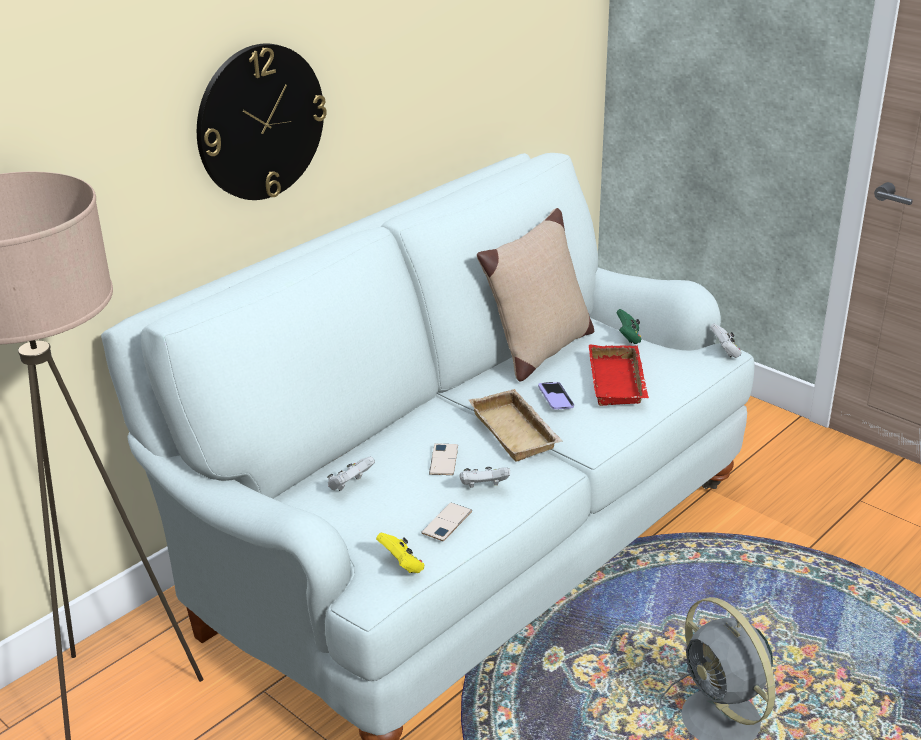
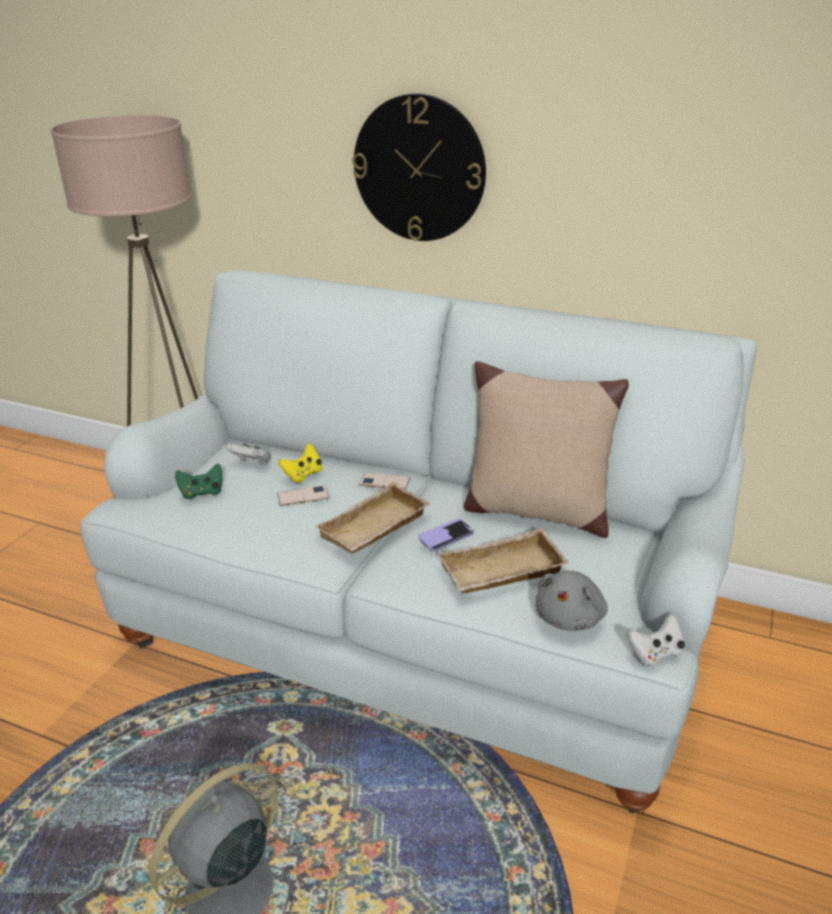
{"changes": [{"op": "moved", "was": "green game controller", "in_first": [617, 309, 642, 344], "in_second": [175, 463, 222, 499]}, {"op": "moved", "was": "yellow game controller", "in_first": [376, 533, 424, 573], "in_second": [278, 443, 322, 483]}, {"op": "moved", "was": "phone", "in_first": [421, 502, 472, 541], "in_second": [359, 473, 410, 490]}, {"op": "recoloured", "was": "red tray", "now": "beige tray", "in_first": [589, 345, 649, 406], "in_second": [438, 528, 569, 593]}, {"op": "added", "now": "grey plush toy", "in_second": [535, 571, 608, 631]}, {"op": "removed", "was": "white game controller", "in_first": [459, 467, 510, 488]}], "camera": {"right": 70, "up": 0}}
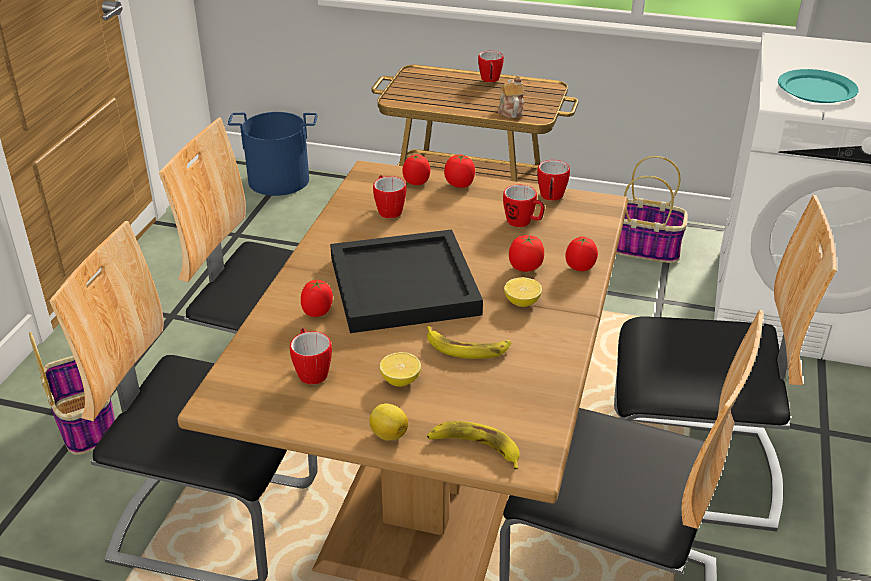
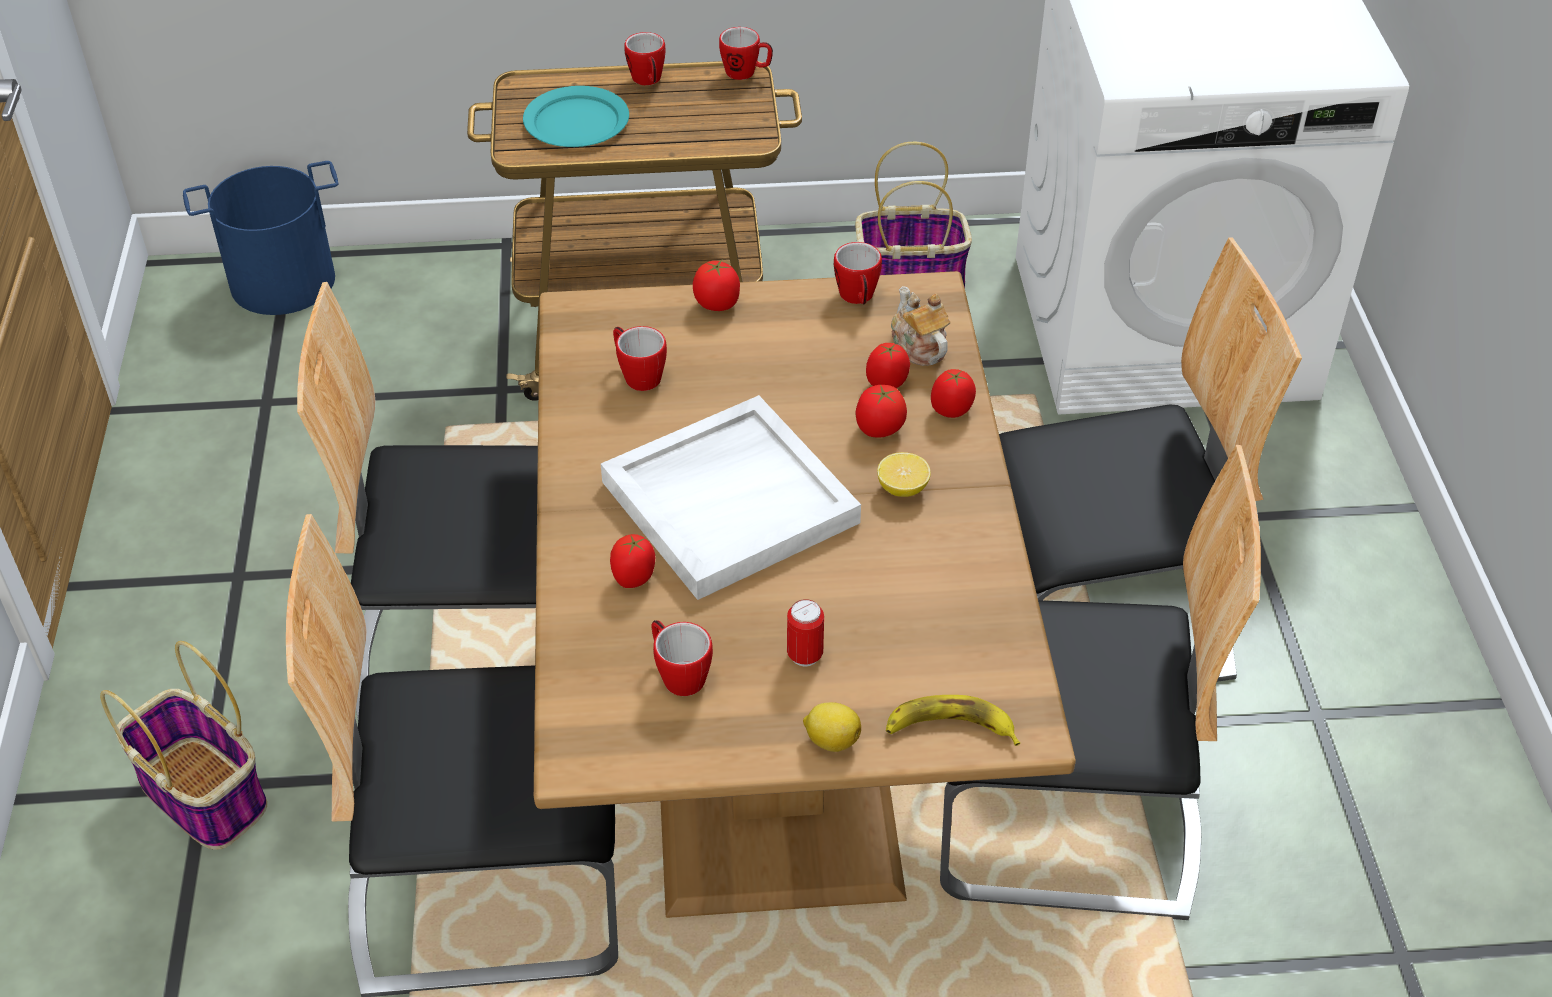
{"changes": [{"op": "moved", "was": "turquoise plate", "in_first": [778, 69, 859, 103], "in_second": [523, 86, 629, 147]}, {"op": "recoloured", "was": "black tray", "now": "white tray", "in_first": [330, 229, 483, 333], "in_second": [601, 395, 861, 600]}, {"op": "moved", "was": "mug", "in_first": [503, 184, 545, 227], "in_second": [719, 27, 773, 80]}, {"op": "replaced", "was": "lemon", "now": "can", "in_first": [380, 352, 421, 387], "in_second": [787, 599, 824, 666]}, {"op": "moved", "was": "tomato", "in_first": [402, 154, 430, 185], "in_second": [866, 343, 910, 388]}, {"op": "moved", "was": "teapot", "in_first": [498, 76, 525, 118], "in_second": [891, 286, 950, 366]}, {"op": "removed", "was": "banana", "in_first": [427, 326, 511, 359]}], "camera": {"right": -20, "up": 10}}
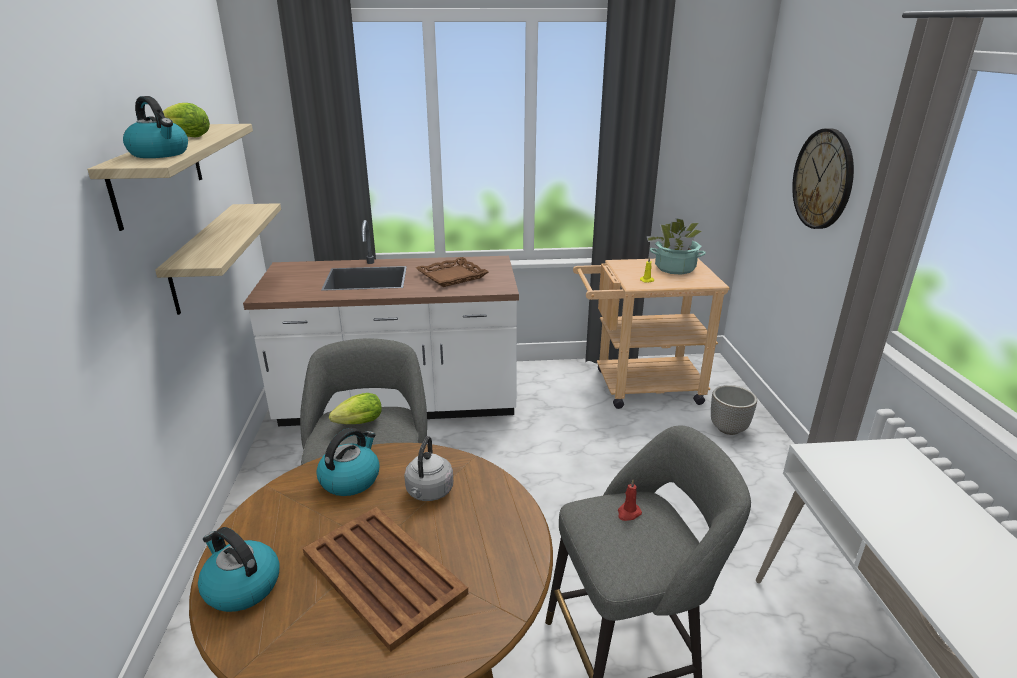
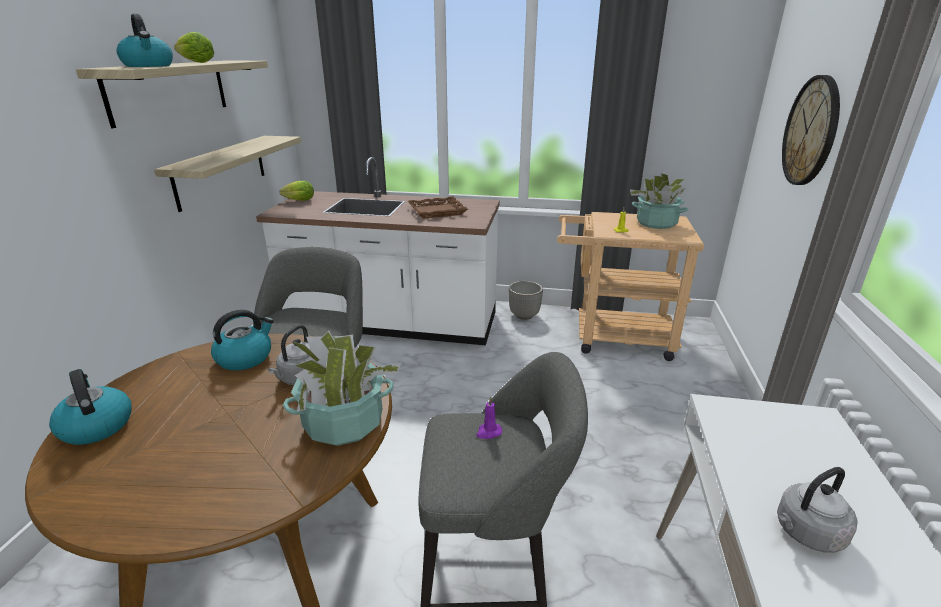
{"changes": [{"op": "moved", "was": "lettuce", "in_first": [329, 393, 382, 424], "in_second": [280, 181, 314, 201]}, {"op": "added", "now": "potted plant", "in_second": [283, 330, 401, 446]}, {"op": "recoloured", "was": "red candle", "now": "purple candle", "in_first": [618, 480, 642, 521], "in_second": [476, 397, 502, 439]}, {"op": "moved", "was": "planter", "in_first": [711, 385, 757, 435], "in_second": [509, 281, 543, 320]}, {"op": "added", "now": "grey kettle", "in_second": [777, 467, 857, 553]}, {"op": "removed", "was": "brown tray", "in_first": [303, 507, 468, 652]}], "camera": {"right": 15, "up": 0}}
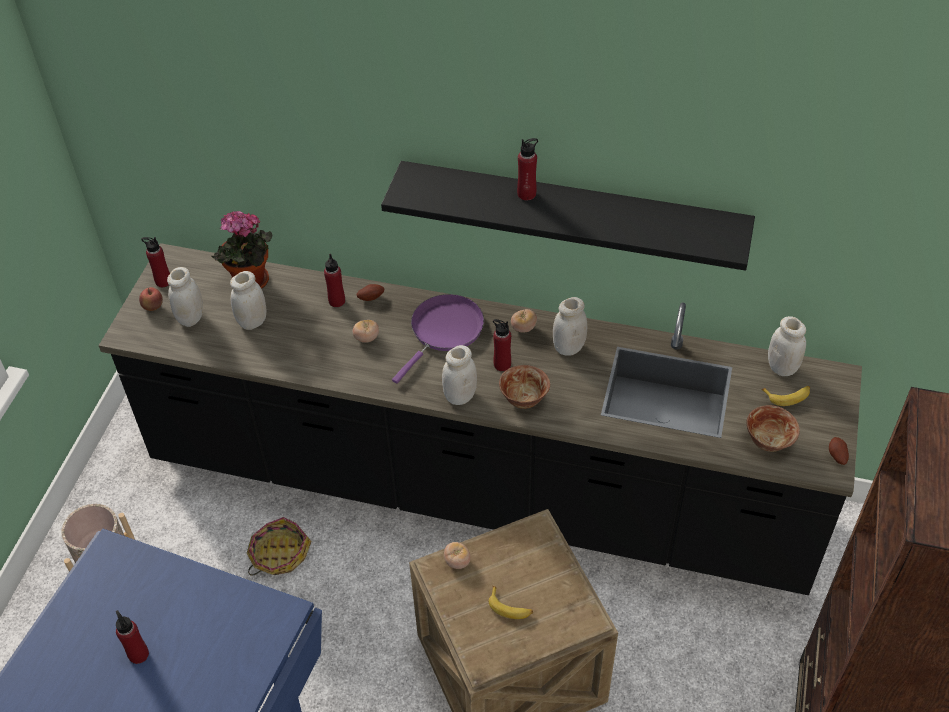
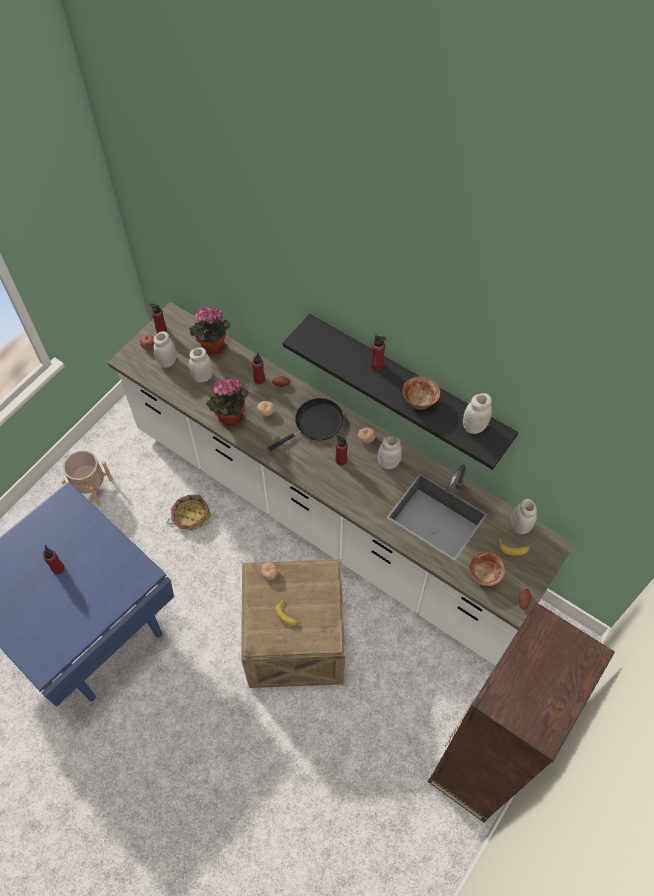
{"changes": [{"op": "recoloured", "was": "black counter", "now": "white counter", "in_first": [98, 243, 862, 595], "in_second": [107, 302, 575, 666]}, {"op": "added", "now": "potted plant", "in_second": [206, 379, 249, 428]}, {"op": "recoloured", "was": "purple frying pan", "now": "black frying pan", "in_first": [392, 294, 484, 383], "in_second": [268, 398, 344, 451]}, {"op": "moved", "was": "bowl", "in_first": [499, 365, 550, 409], "in_second": [403, 376, 440, 410]}, {"op": "moved", "was": "white jar", "in_first": [442, 345, 477, 405], "in_second": [463, 393, 492, 434]}], "camera": {"right": 20, "up": 10}}
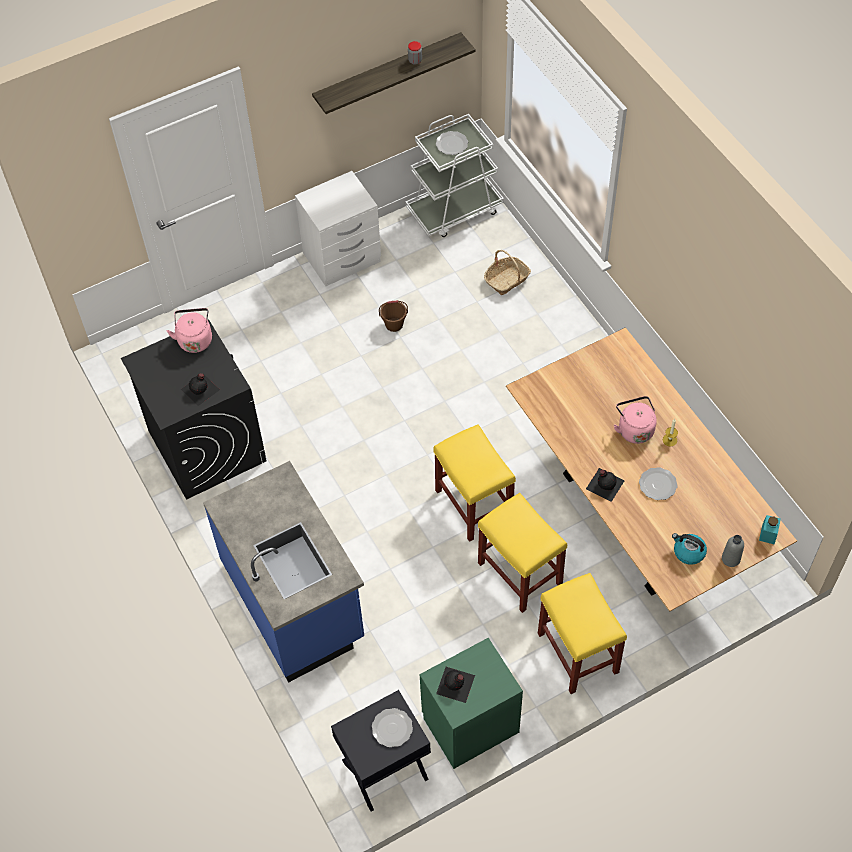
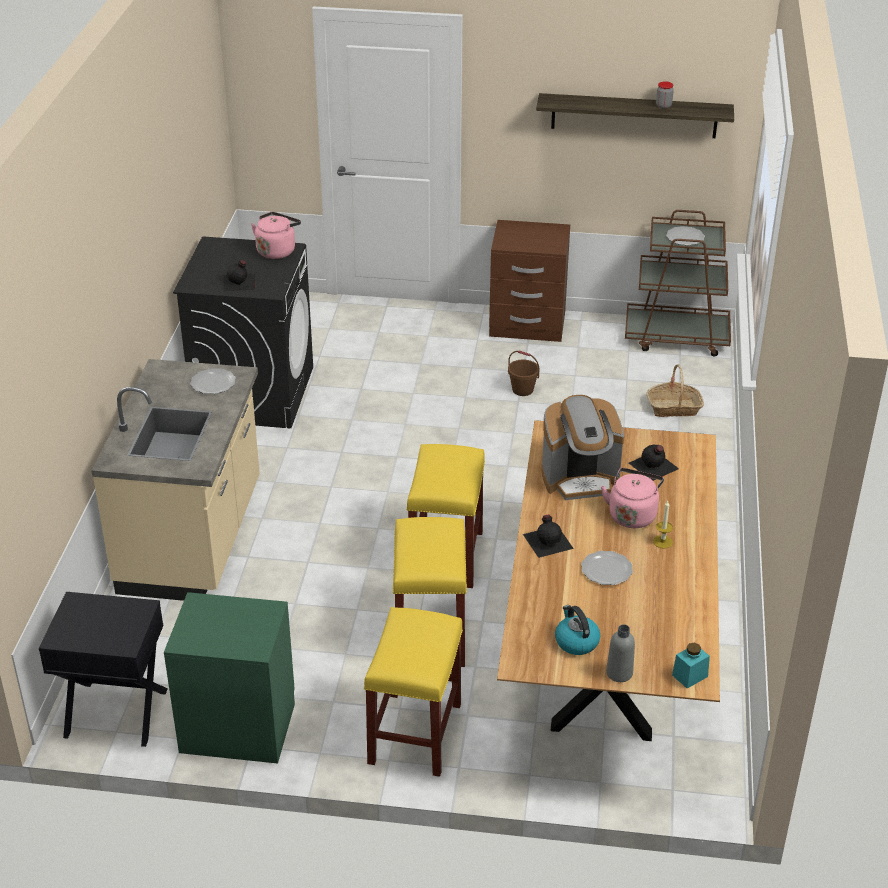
{"changes": [{"op": "recoloured", "was": "blue counter", "now": "beige counter", "in_first": [203, 461, 364, 683], "in_second": [91, 359, 260, 601]}, {"op": "moved", "was": "plate", "in_first": [372, 708, 413, 747], "in_second": [190, 368, 236, 394]}, {"op": "recoloured", "was": "white nightstand", "now": "brown nightstand", "in_first": [295, 171, 381, 286], "in_second": [489, 220, 570, 342]}, {"op": "added", "now": "coffee machine", "in_second": [541, 395, 624, 500]}, {"op": "recoloured", "was": "white cart", "now": "brown cart", "in_first": [405, 114, 504, 237], "in_second": [625, 210, 731, 357]}, {"op": "moved", "was": "black bottle", "in_first": [436, 667, 475, 703], "in_second": [629, 445, 679, 481]}], "camera": {"right": 35, "up": -20}}
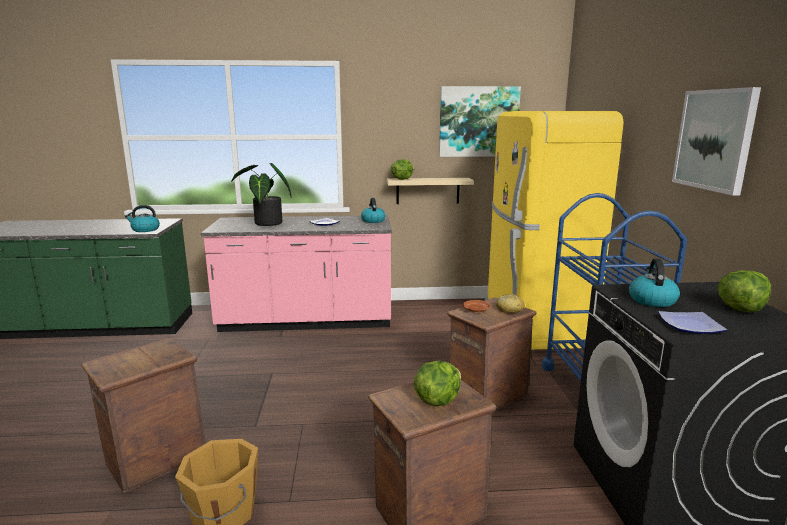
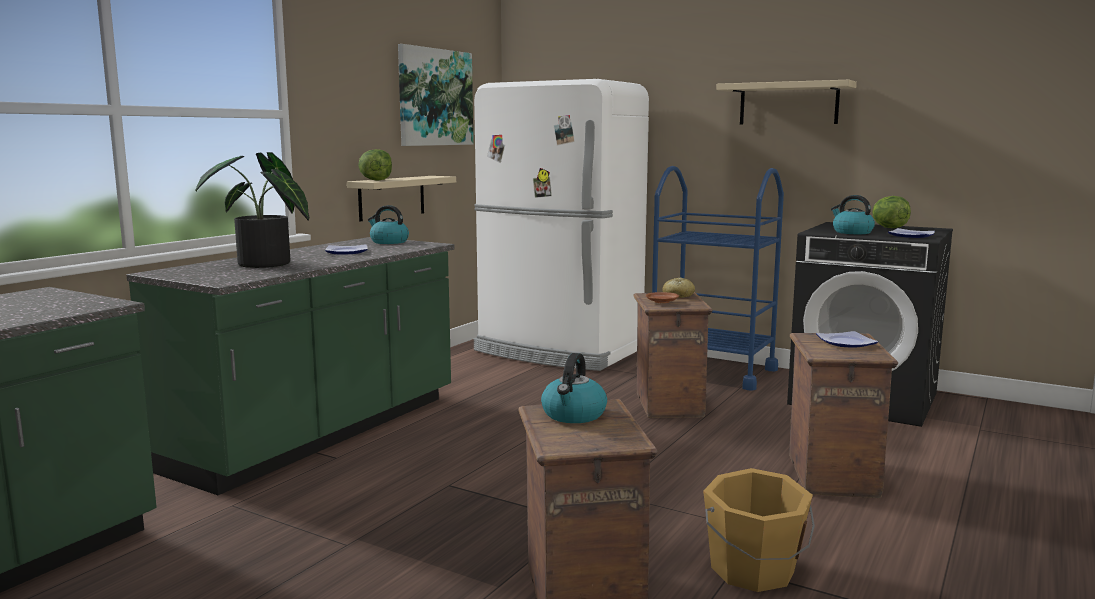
{"changes": [{"op": "recoloured", "was": "pink counter", "now": "green counter", "in_first": [201, 215, 392, 332], "in_second": [126, 237, 455, 495]}, {"op": "recoloured", "was": "yellow fridge", "now": "white fridge", "in_first": [485, 111, 623, 350], "in_second": [473, 79, 649, 371]}, {"op": "moved", "was": "kettle", "in_first": [125, 205, 160, 232], "in_second": [541, 353, 607, 423]}, {"op": "replaced", "was": "picture", "now": "beige shelf", "in_first": [672, 87, 761, 196], "in_second": [716, 80, 857, 124]}, {"op": "replaced", "was": "lettuce", "now": "plate", "in_first": [414, 361, 461, 406], "in_second": [816, 331, 878, 347]}], "camera": {"right": -55, "up": -5}}
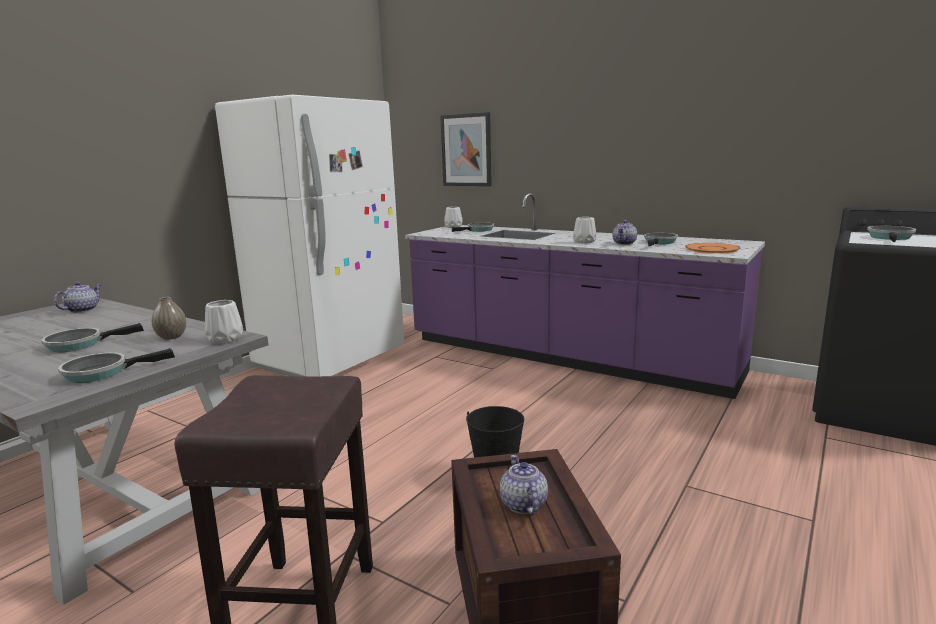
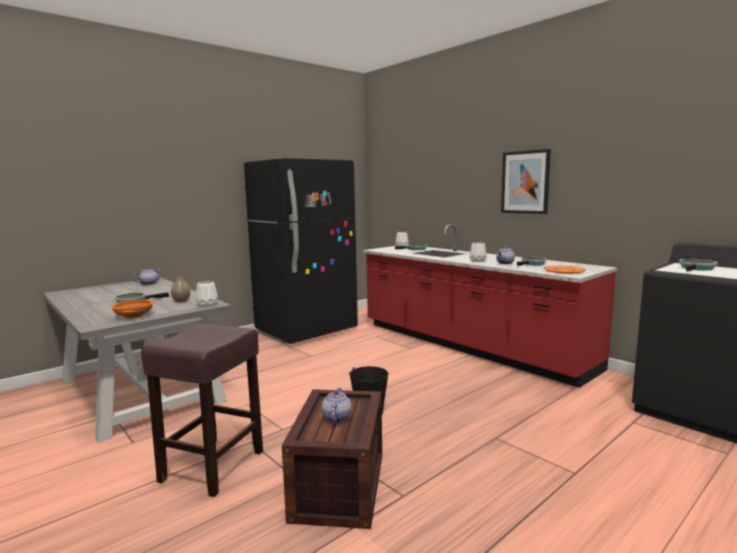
{"changes": [{"op": "replaced", "was": "frying pan", "now": "orange bowl", "in_first": [58, 348, 175, 383], "in_second": [111, 300, 153, 318]}, {"op": "recoloured", "was": "white fridge", "now": "black fridge", "in_first": [215, 95, 404, 377], "in_second": [244, 158, 358, 344]}, {"op": "recoloured", "was": "purple counter", "now": "red counter", "in_first": [405, 193, 765, 399], "in_second": [363, 224, 618, 388]}, {"op": "moved", "was": "picture", "in_first": [440, 112, 492, 186], "in_second": [501, 149, 551, 214]}], "camera": {"right": 15, "up": -5}}
